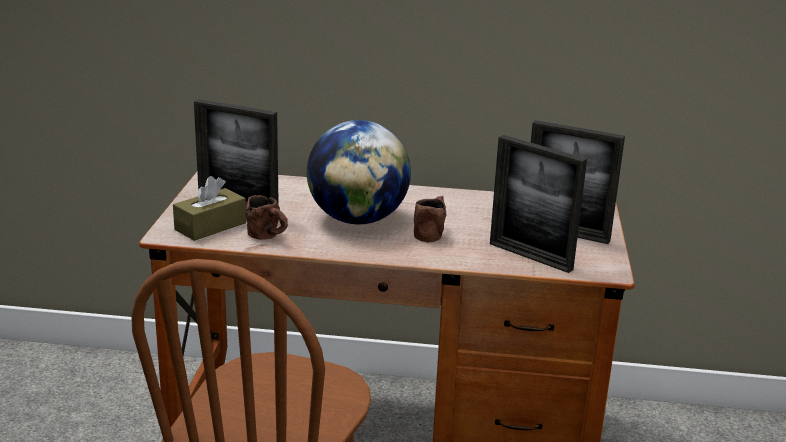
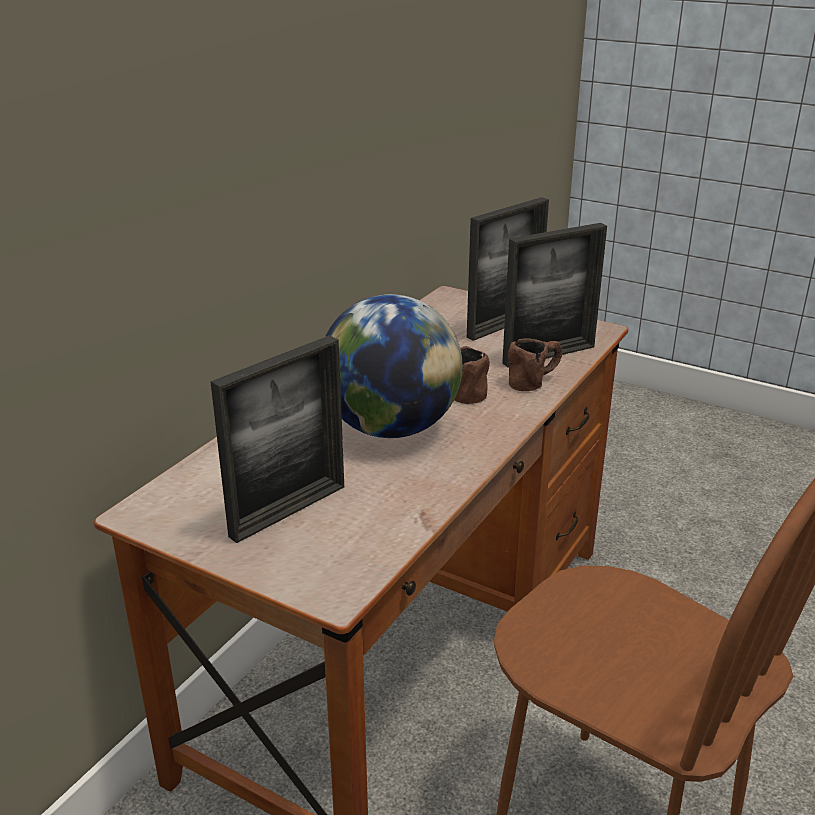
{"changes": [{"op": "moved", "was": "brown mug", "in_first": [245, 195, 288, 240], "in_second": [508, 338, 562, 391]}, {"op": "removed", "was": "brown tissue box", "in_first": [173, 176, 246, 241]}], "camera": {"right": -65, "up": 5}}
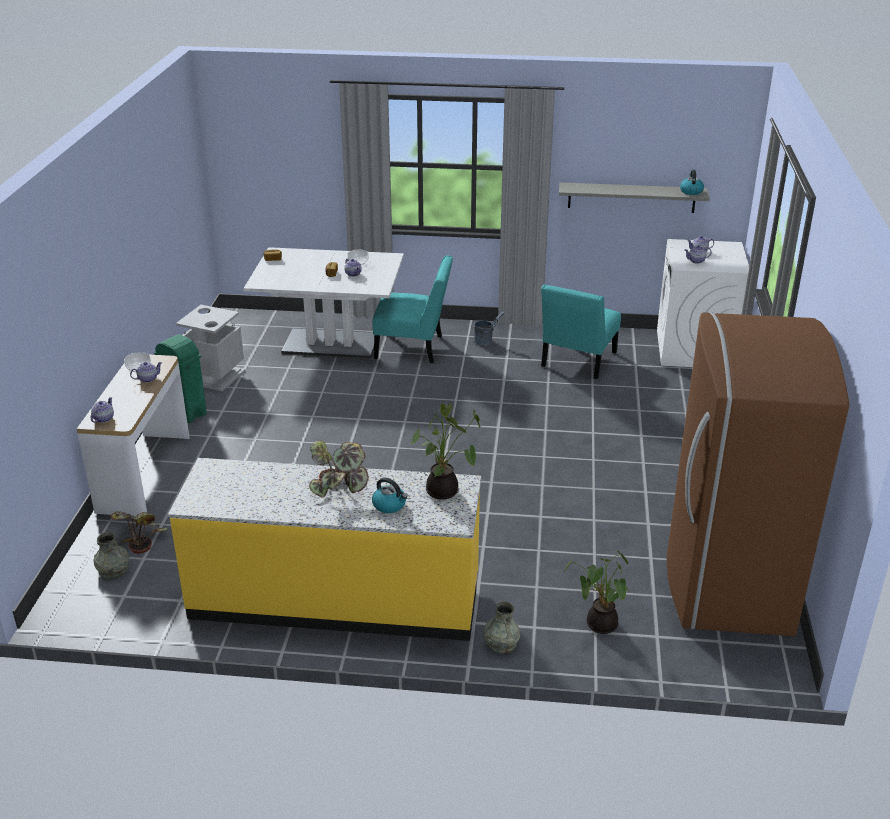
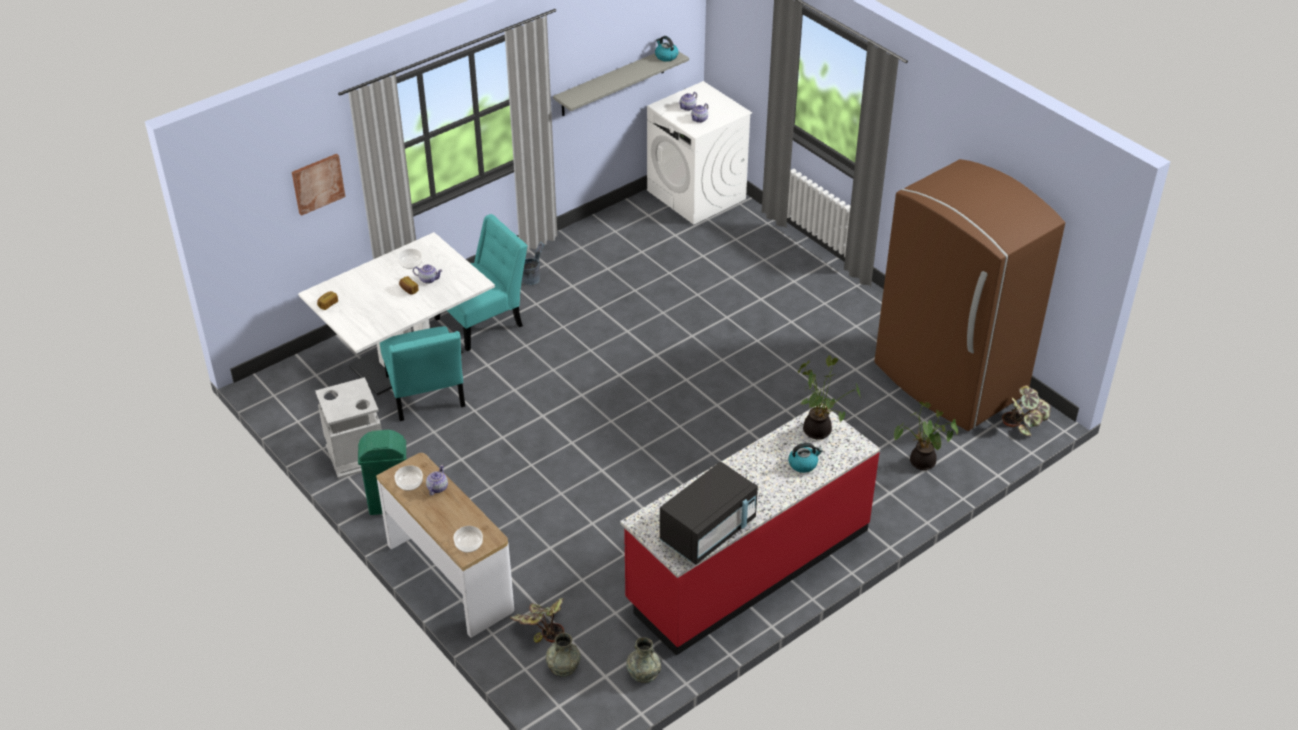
{"changes": [{"op": "added", "now": "picture", "in_second": [292, 154, 345, 216]}, {"op": "moved", "was": "turquoise chair", "in_first": [541, 284, 621, 379], "in_second": [380, 326, 465, 421]}, {"op": "replaced", "was": "teapot", "now": "bowl", "in_first": [91, 397, 114, 423], "in_second": [454, 526, 483, 553]}, {"op": "recoloured", "was": "yellow counter", "now": "red counter", "in_first": [168, 458, 481, 641], "in_second": [620, 404, 881, 656]}, {"op": "moved", "was": "grey vase", "in_first": [483, 601, 520, 653], "in_second": [626, 637, 661, 683]}, {"op": "added", "now": "black microwave", "in_second": [660, 462, 758, 565]}, {"op": "moved", "was": "potted plant", "in_first": [309, 441, 369, 498], "in_second": [1002, 385, 1051, 436]}], "camera": {"right": -45, "up": 10}}
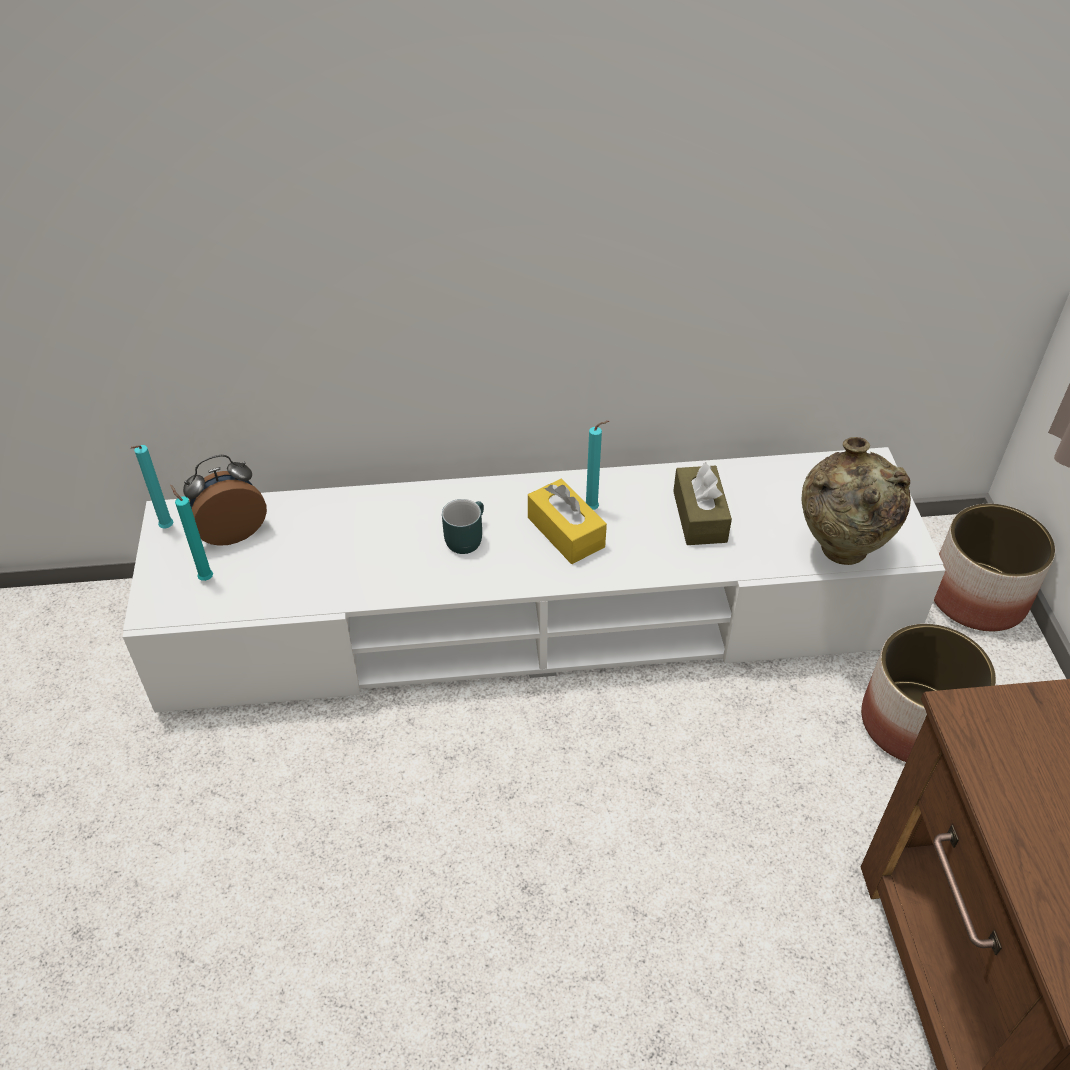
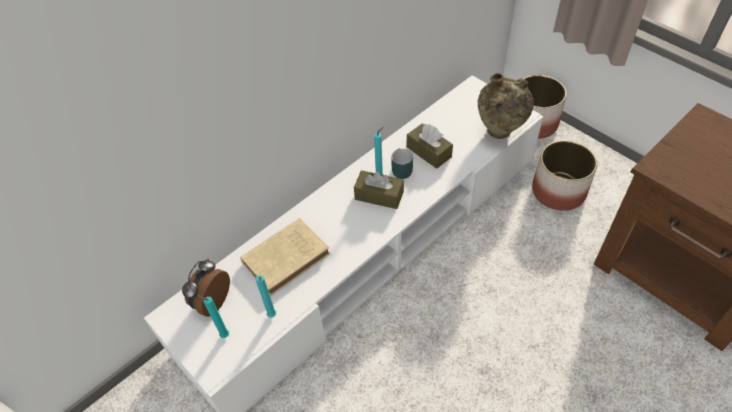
{"changes": [{"op": "added", "now": "beige book", "in_second": [240, 218, 330, 296]}, {"op": "moved", "was": "turquoise candle", "in_first": [131, 445, 174, 529], "in_second": [256, 275, 276, 318]}, {"op": "recoloured", "was": "yellow tissue box", "now": "brown tissue box", "in_first": [528, 479, 607, 564], "in_second": [354, 170, 404, 209]}, {"op": "moved", "was": "turquoise mug", "in_first": [442, 499, 484, 554], "in_second": [391, 148, 413, 179]}], "camera": {"right": -35, "up": 5}}
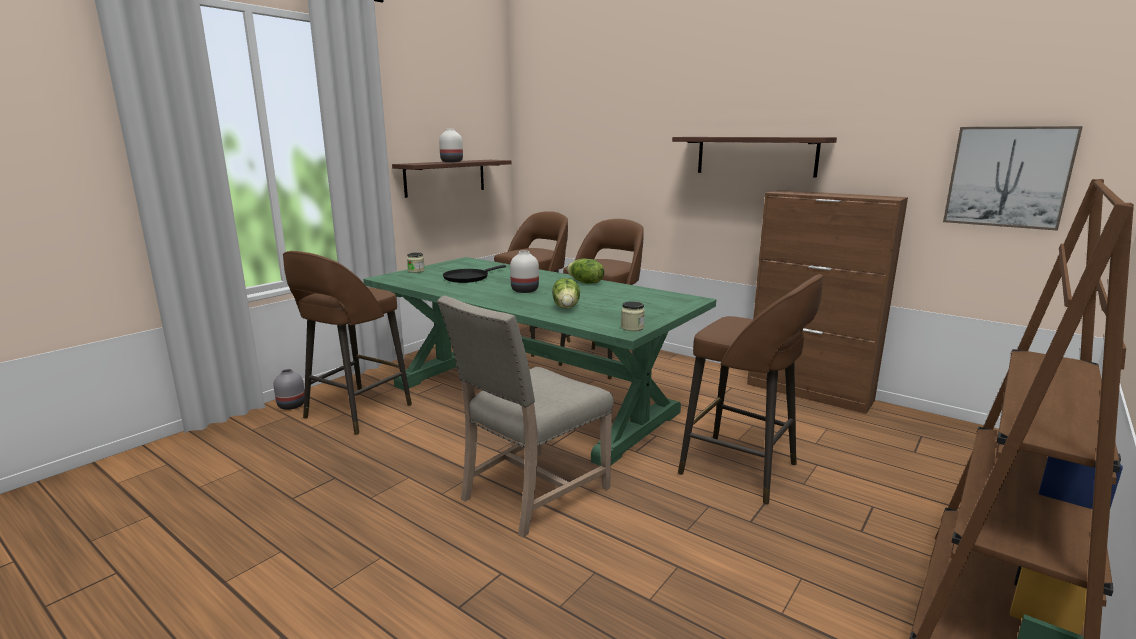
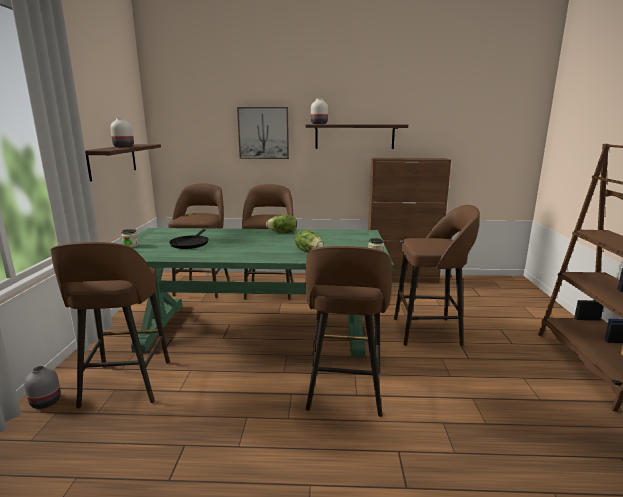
{"changes": [{"op": "moved", "was": "picture", "in_first": [943, 126, 1083, 231], "in_second": [237, 107, 289, 159]}, {"op": "replaced", "was": "beige chair", "now": "brown stool", "in_first": [437, 296, 614, 538], "in_second": [305, 246, 392, 417]}, {"op": "moved", "was": "white vase", "in_first": [510, 250, 539, 293], "in_second": [311, 99, 328, 124]}], "camera": {"right": -35, "up": 0}}
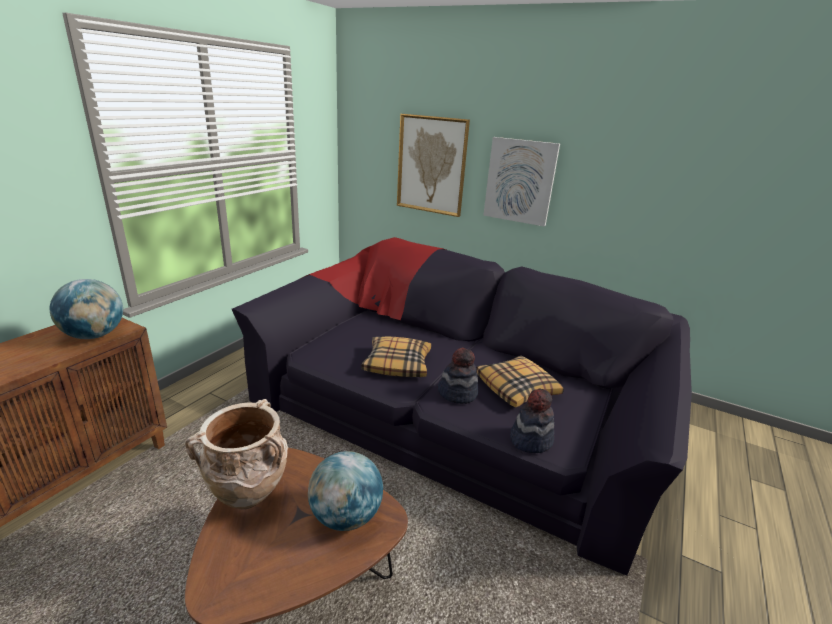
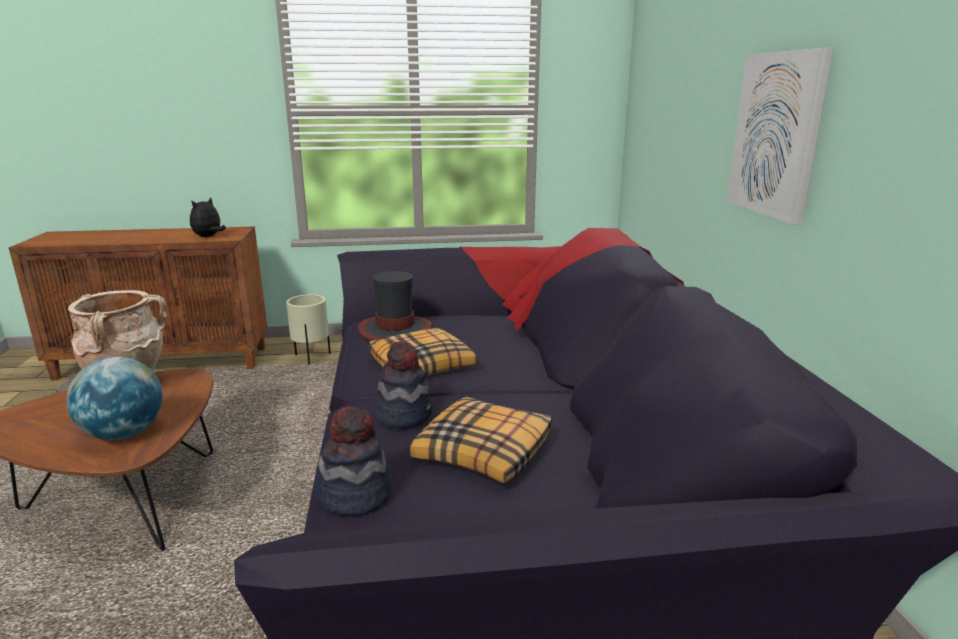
{"changes": [{"op": "replaced", "was": "globe", "now": "plush toy", "in_first": [50, 279, 123, 339], "in_second": [190, 197, 226, 237]}, {"op": "added", "now": "beige planter", "in_second": [286, 294, 331, 365]}, {"op": "added", "now": "hat", "in_second": [358, 271, 432, 341]}, {"op": "removed", "was": "picture", "in_first": [397, 114, 470, 217]}], "camera": {"right": 55, "up": -5}}
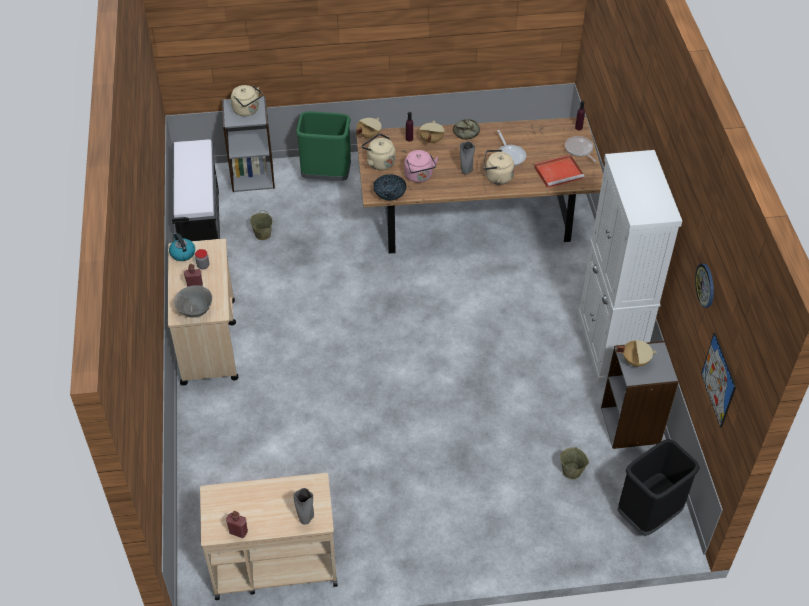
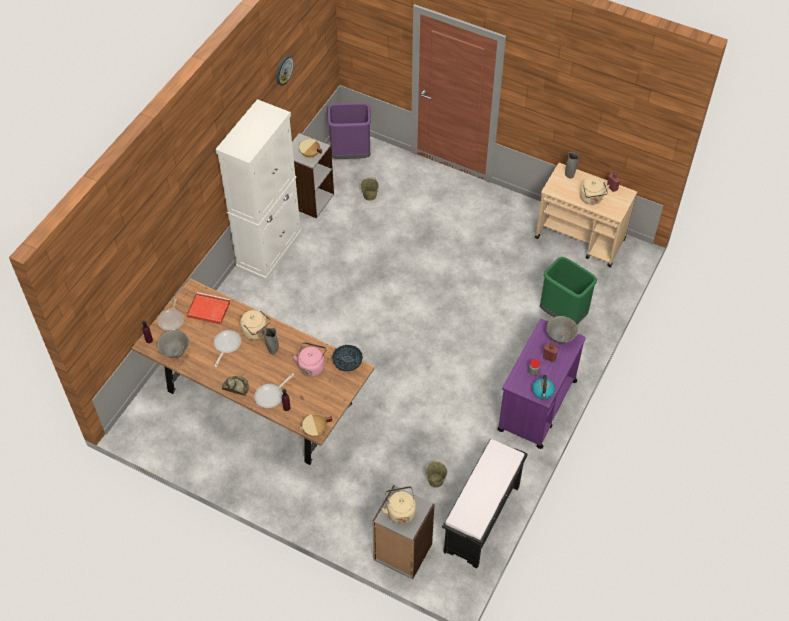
{"changes": [{"op": "added", "now": "grey bowl", "in_second": [157, 330, 189, 358]}, {"op": "replaced", "was": "beige cooking pot", "now": "frying pan", "in_first": [419, 121, 444, 144], "in_second": [254, 373, 294, 408]}, {"op": "recoloured", "was": "black trash can", "now": "purple trash can", "in_first": [617, 439, 700, 536], "in_second": [328, 103, 371, 159]}, {"op": "recoloured", "was": "beige cart", "now": "purple cart", "in_first": [168, 238, 238, 385], "in_second": [498, 319, 586, 449]}, {"op": "moved", "was": "green trash can", "in_first": [296, 111, 351, 181], "in_second": [540, 257, 597, 325]}, {"op": "moved", "was": "beige kettle", "in_first": [362, 133, 396, 170], "in_second": [580, 177, 610, 205]}, {"op": "removed", "was": "picture", "in_first": [701, 333, 736, 428]}], "camera": {"right": -145, "up": 5}}
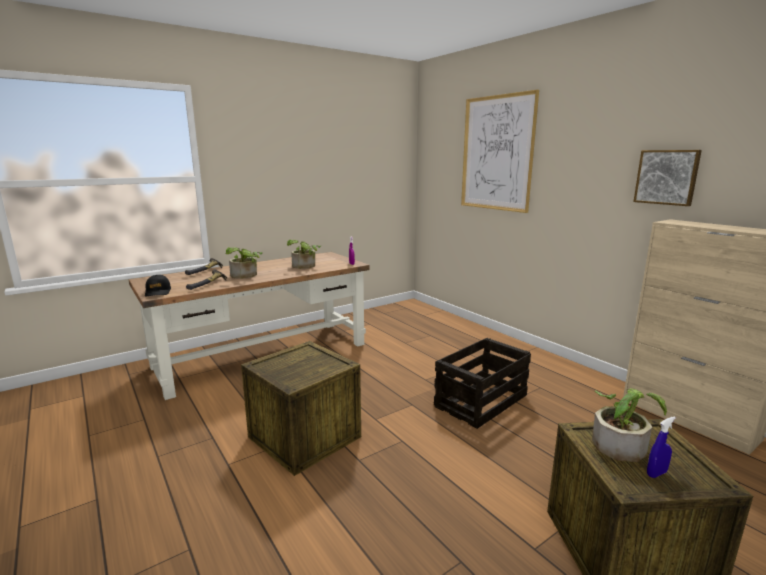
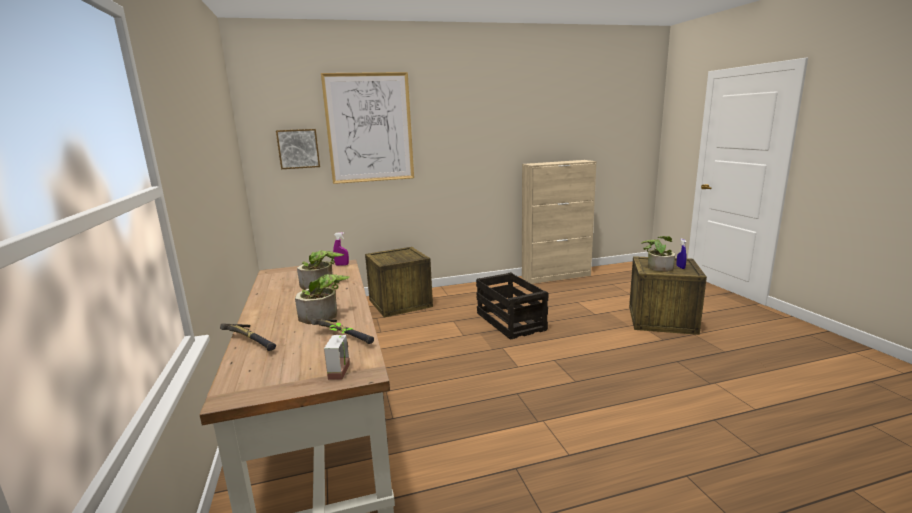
{"changes": [{"op": "moved", "was": "picture", "in_first": [633, 150, 702, 206], "in_second": [276, 129, 320, 169]}, {"op": "replaced", "was": "black cap", "now": "potted plant", "in_first": [145, 275, 171, 297], "in_second": [324, 323, 352, 380]}, {"op": "moved", "was": "crate", "in_first": [241, 341, 361, 476], "in_second": [365, 247, 433, 317]}], "camera": {"right": -70, "up": 0}}
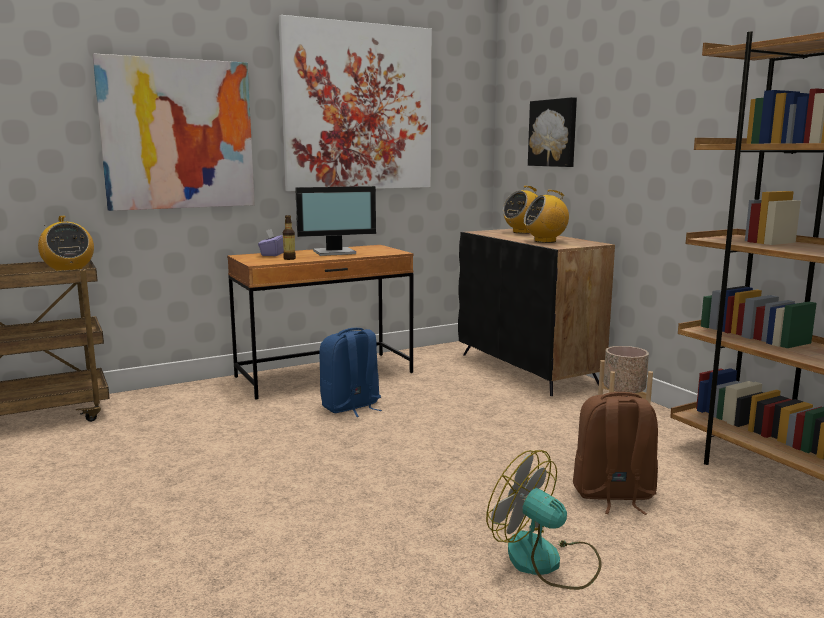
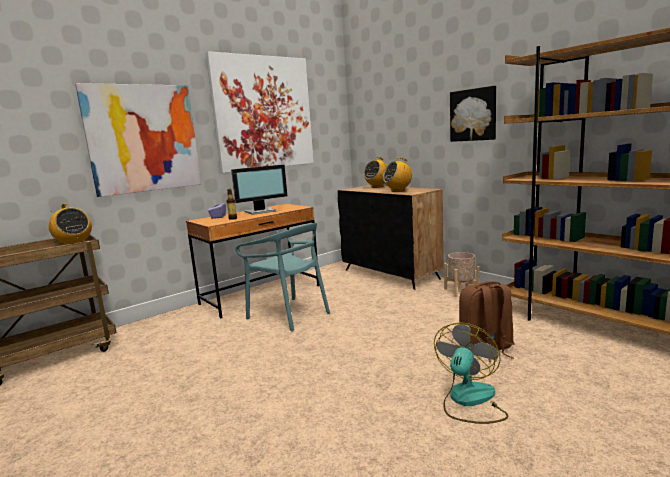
{"changes": [{"op": "replaced", "was": "blue backpack", "now": "turquoise chair", "in_first": [319, 328, 382, 417], "in_second": [235, 223, 330, 331]}, {"op": "turned", "was": "fan", "in_first": [486, 450, 602, 590], "in_second": [434, 322, 508, 424], "clockwise": 90}, {"op": "moved", "was": "picture", "in_first": [528, 97, 577, 167], "in_second": [450, 86, 496, 142]}], "camera": {"right": -10, "up": 0}}
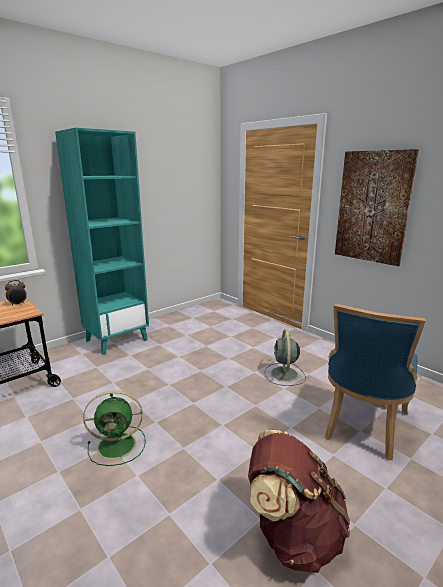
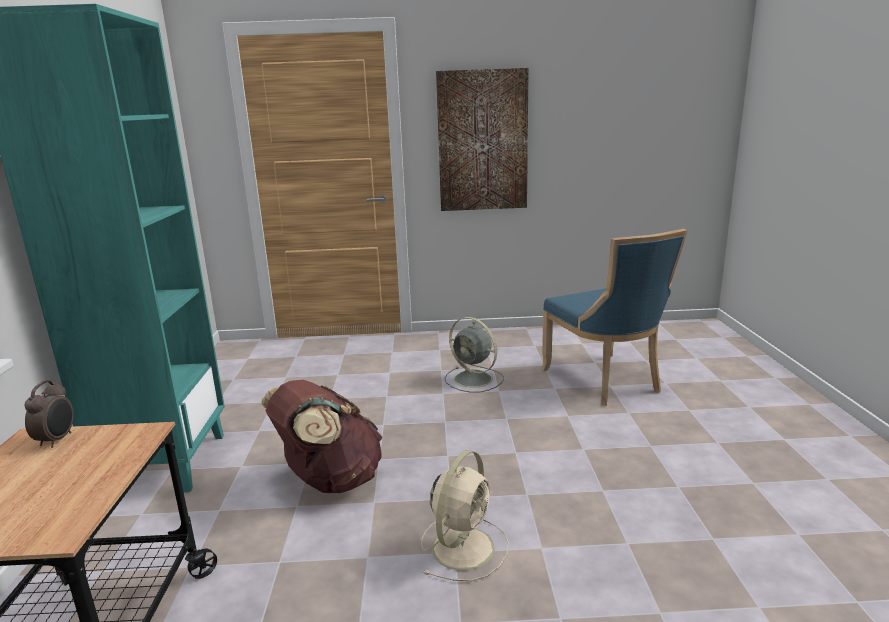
{"changes": [{"op": "moved", "was": "brown backpack", "in_first": [248, 430, 350, 573], "in_second": [261, 380, 383, 493]}, {"op": "recoloured", "was": "green fan", "now": "beige fan", "in_first": [83, 391, 146, 466], "in_second": [421, 450, 509, 581]}], "camera": {"right": -50, "up": 0}}
